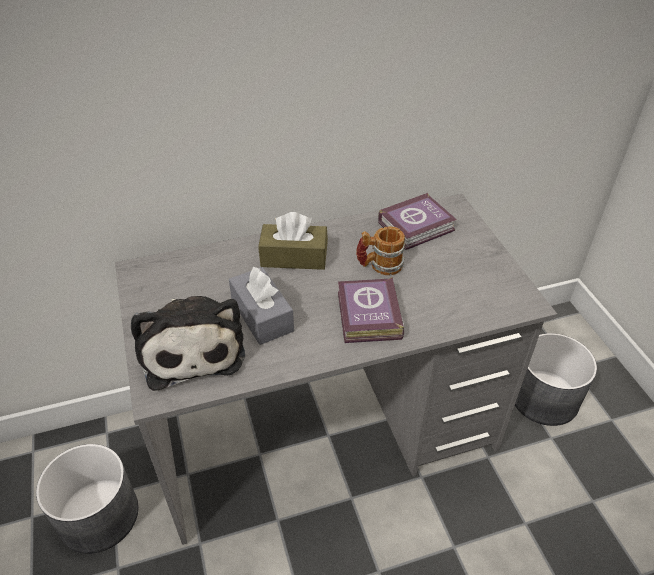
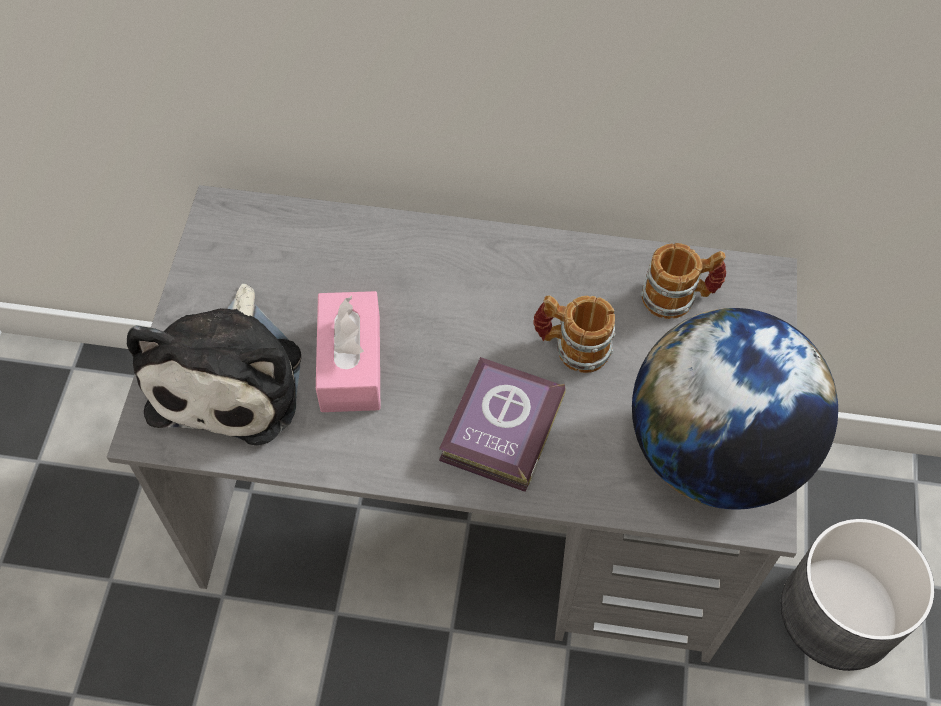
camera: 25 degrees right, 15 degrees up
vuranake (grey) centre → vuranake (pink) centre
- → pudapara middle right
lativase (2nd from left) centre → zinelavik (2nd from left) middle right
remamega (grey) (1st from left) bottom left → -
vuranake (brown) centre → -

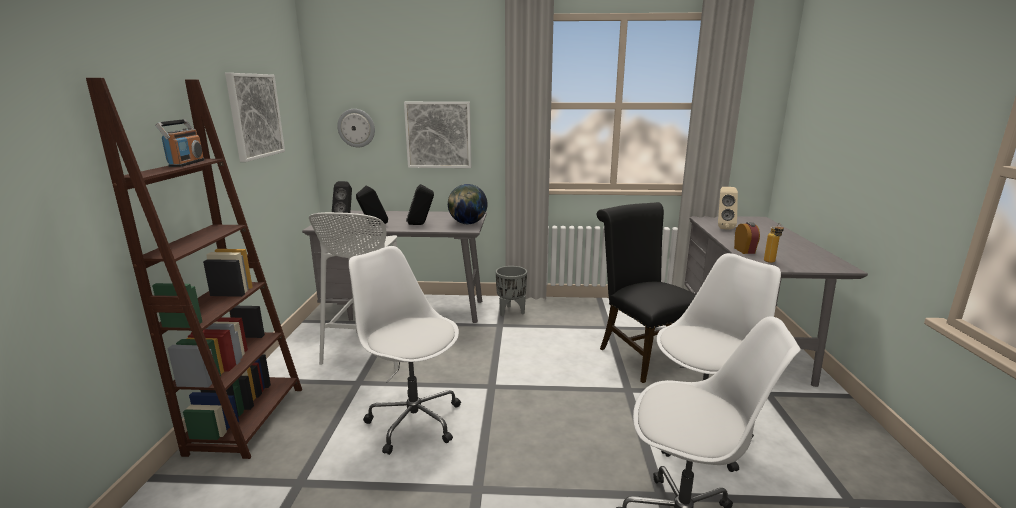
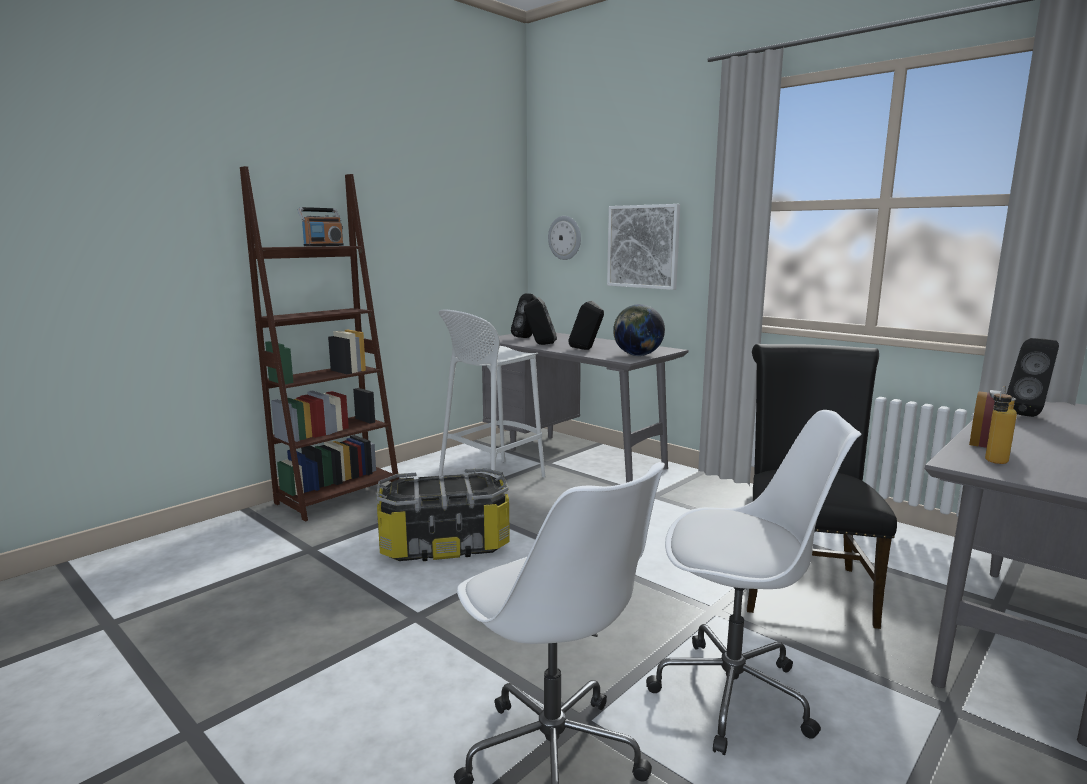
camera: 40 degrees right, 5 degrees down
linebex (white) (1st from left) bottom centre → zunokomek centre
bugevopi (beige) middle right → bugevopi (black) (4th from left) middle right
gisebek (1st from left) top left → -
remamega (grey) centre → -

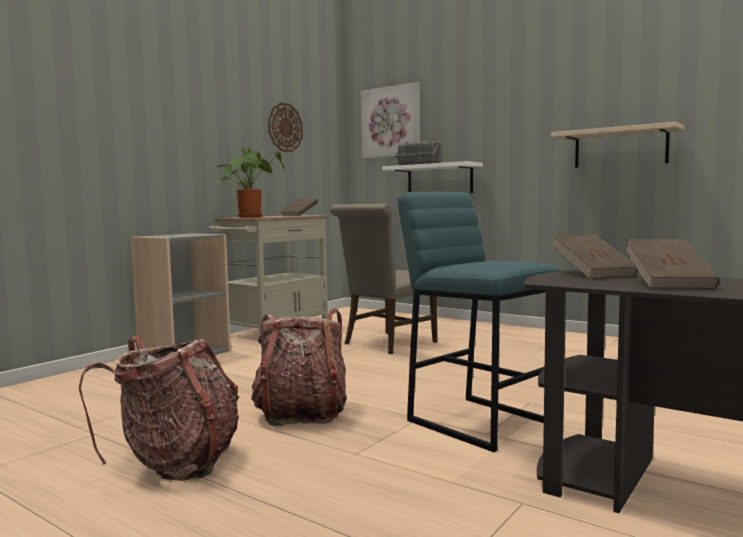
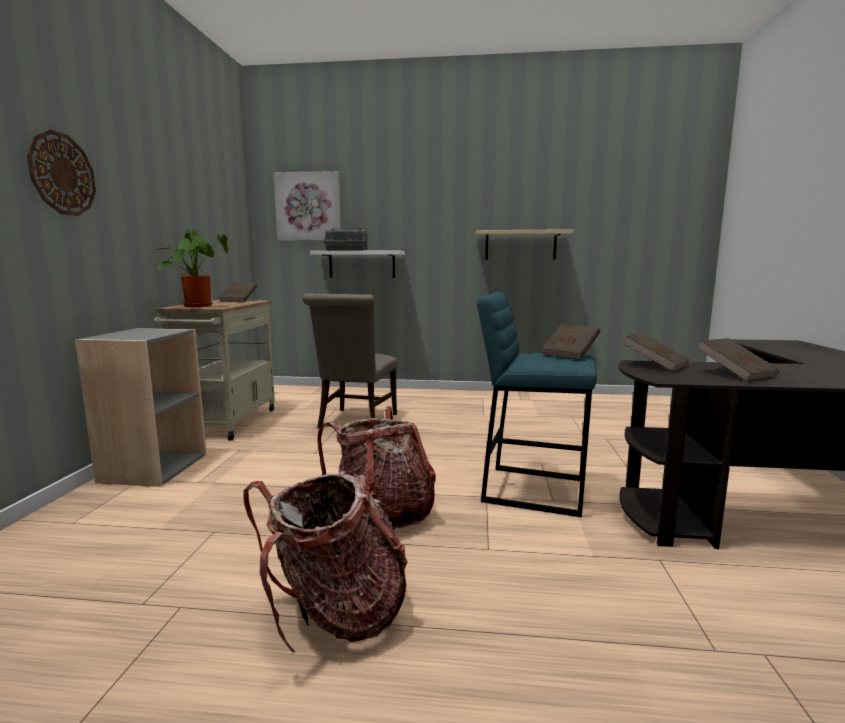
camera: 30 degrees left, 5 degrees up
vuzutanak top centre → vuzutanak top left, move
- → lativase (brown) (2nd from left) middle right

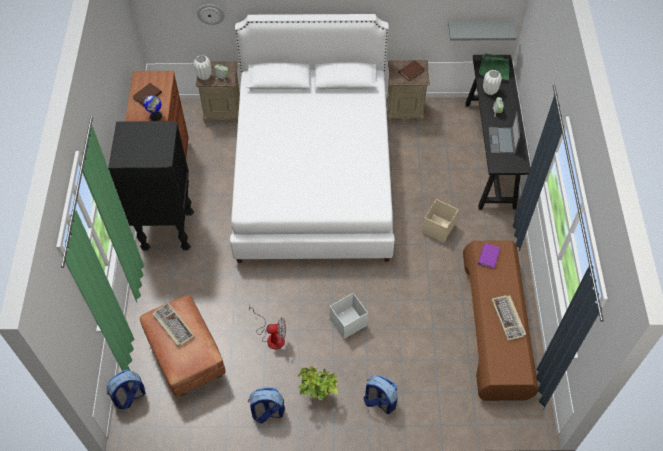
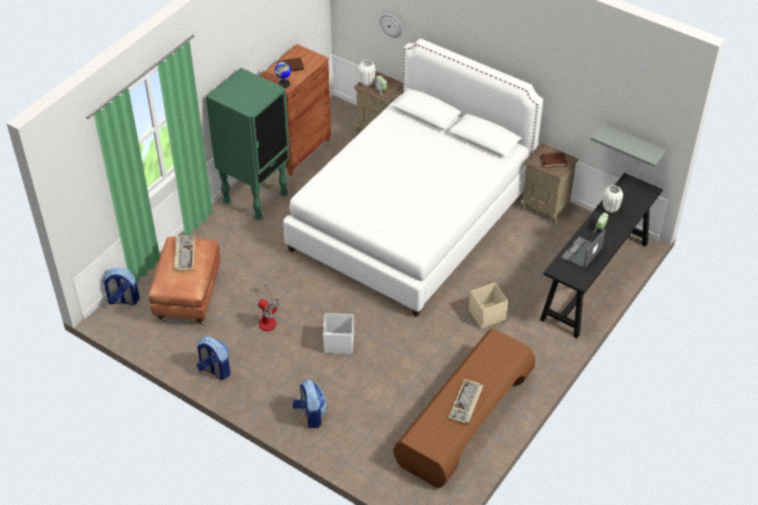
camera: 35 degrees right, 10 degrees down
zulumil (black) middle left → zulumil (green) top left
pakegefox bottom centre → -
lativase (purple) middle right → -
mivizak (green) top right → -

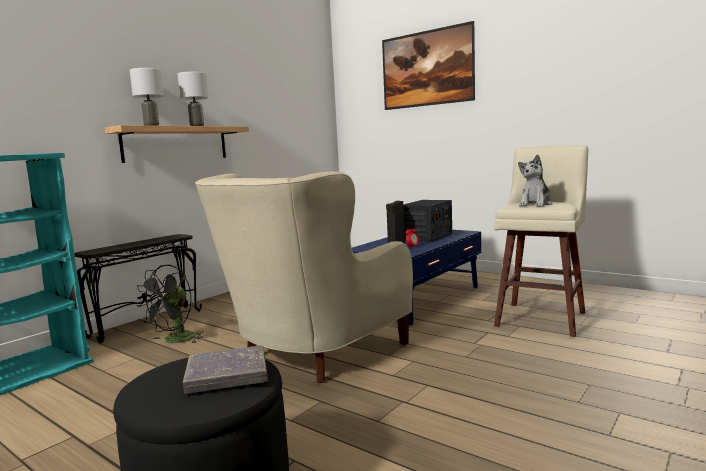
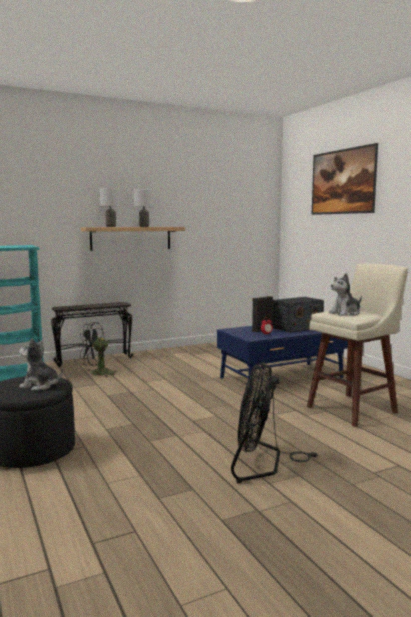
camera: 25 degrees right, 0 degrees up
lativase (grey) bottom left → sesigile (1st from left) middle left
- → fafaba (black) (2nd from left) bottom right
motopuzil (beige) centre → -

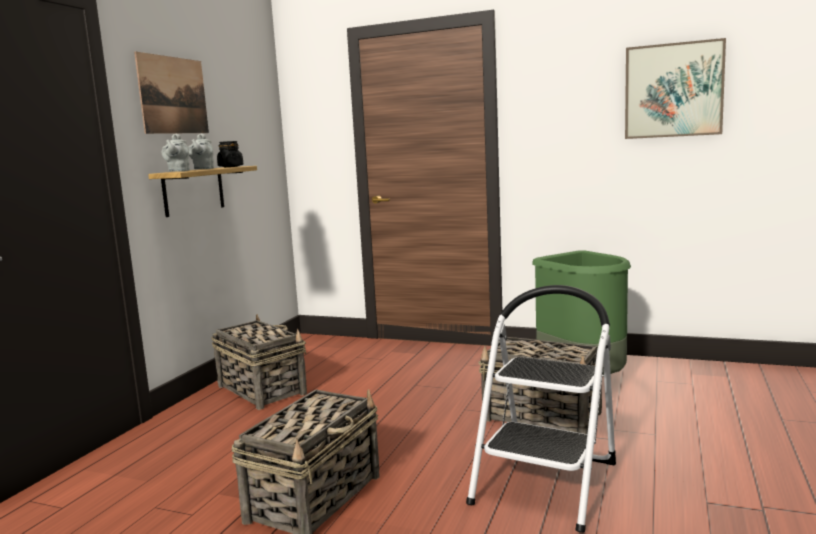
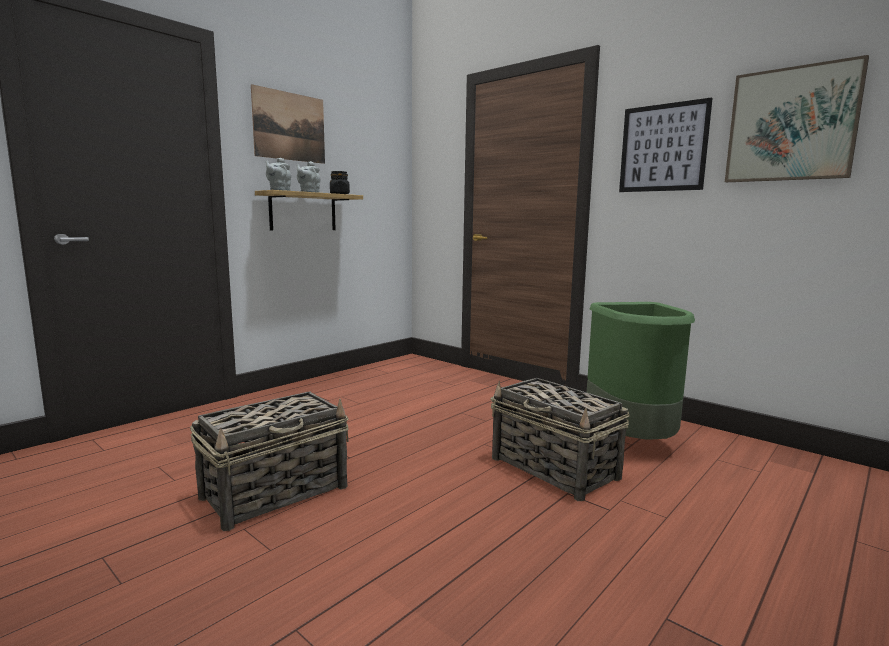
camera: 20 degrees right, 0 degrees up
- → gisebek (2nd from left) top right
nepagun (1st from left) bottom left → -
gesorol bottom centre → -

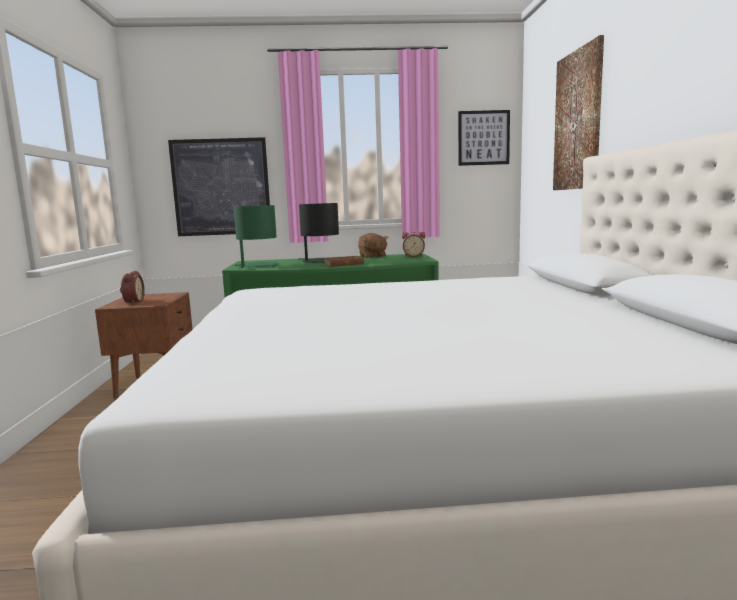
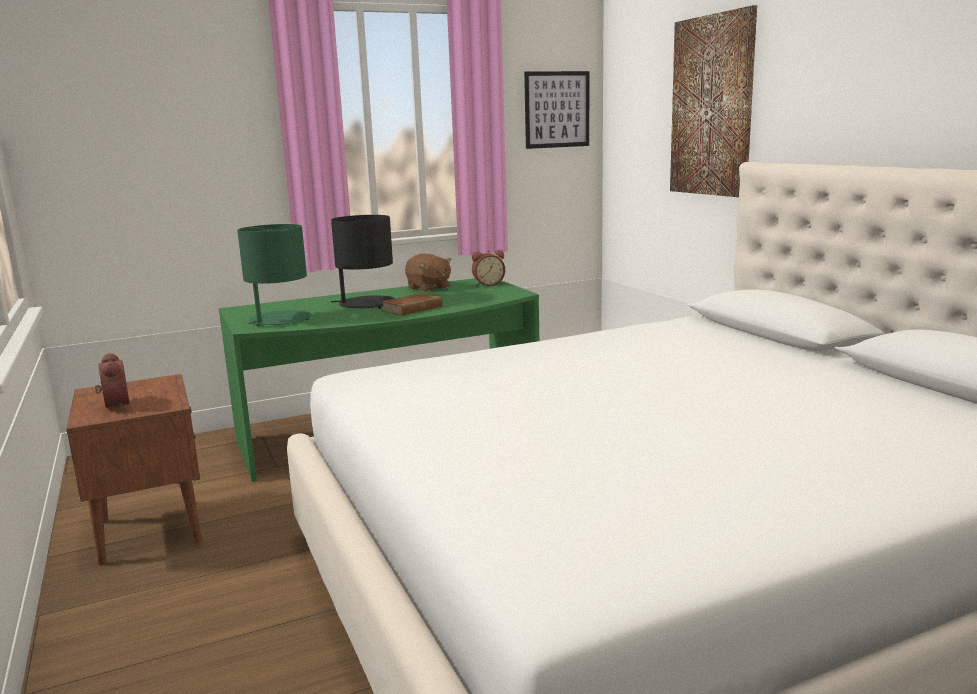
camera: 20 degrees left, 5 degrees up
gisebek (1st from left) top left → -

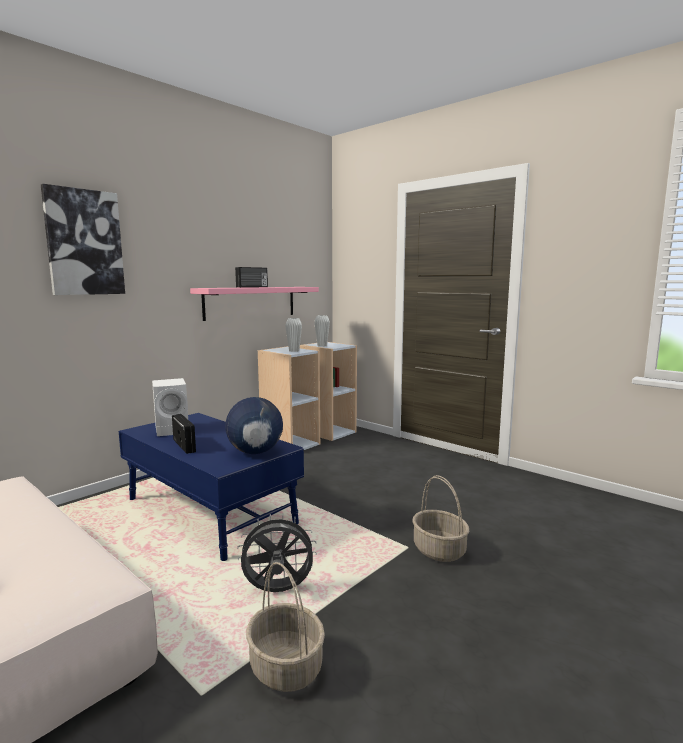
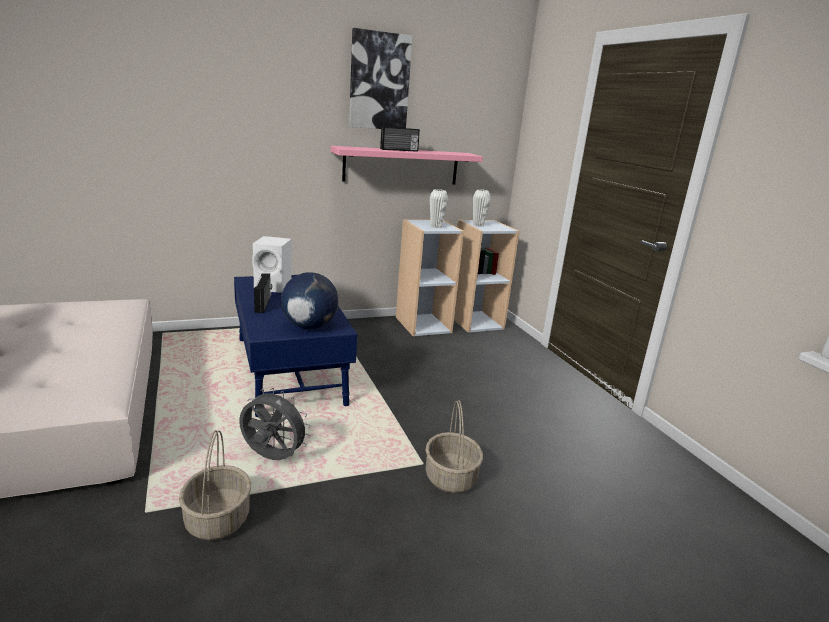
camera: 25 degrees right, 10 degrees up
gisebek top left → gisebek top centre, move

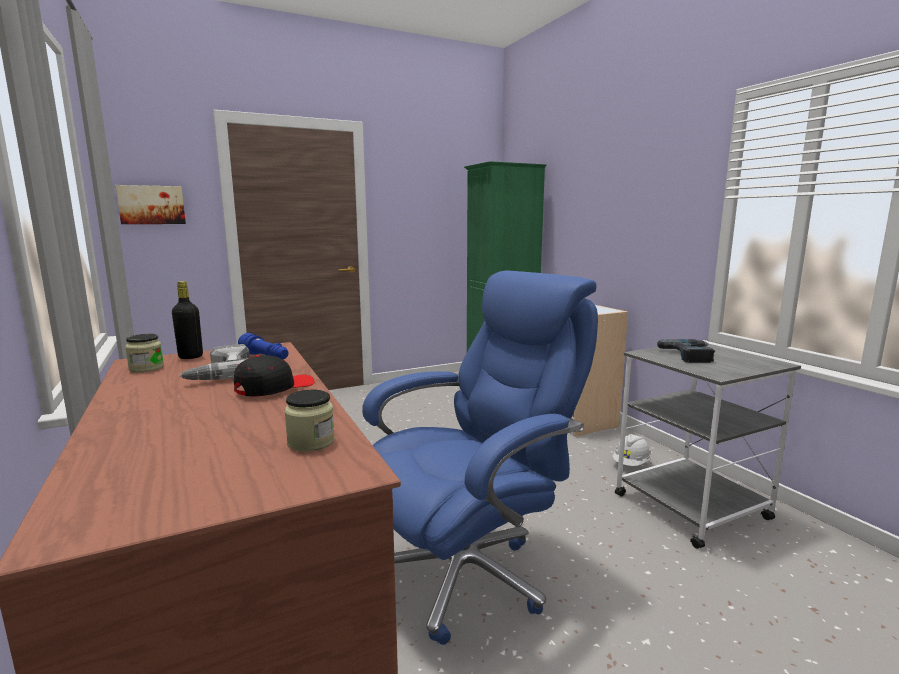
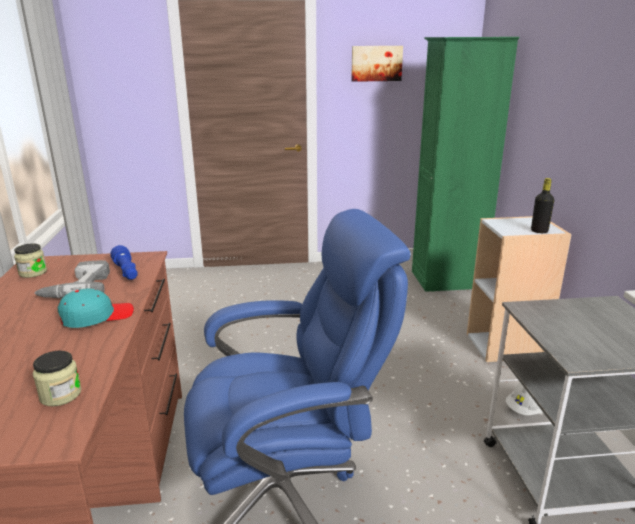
camera: 20 degrees right, 10 degrees up
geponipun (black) middle left → geponipun (turquoise) middle left
gisebek top left → gisebek top centre, move
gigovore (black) middle left → gigovore (black) middle right, move
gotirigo (2nd from left) middle right → -

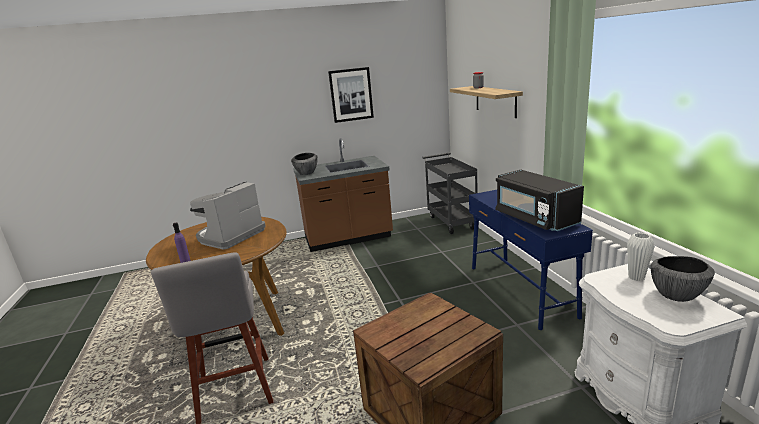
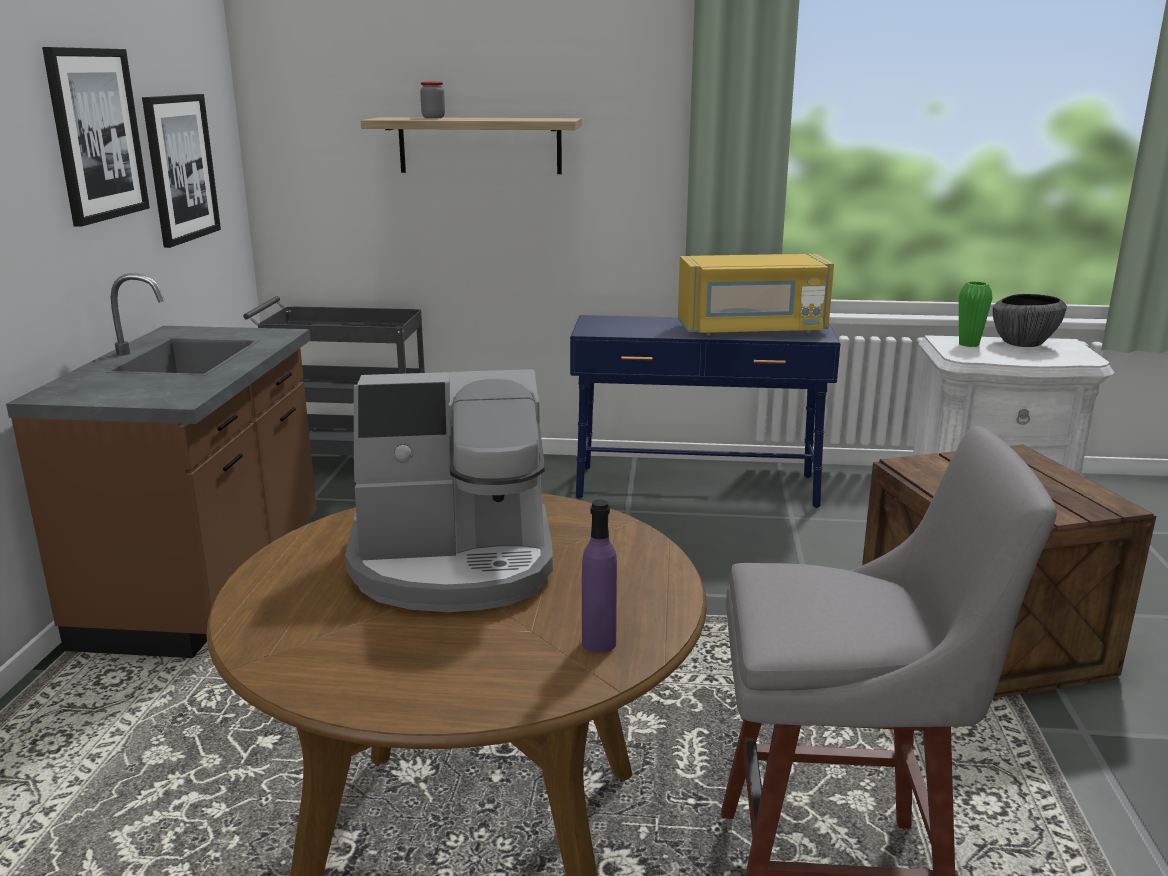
camera: 70 degrees left, 0 degrees up
- → gisebek (2nd from left) top left
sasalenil middle left → sasalenil centre, 60 degrees counterclockwise
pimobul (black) middle right → pimobul (yellow) centre
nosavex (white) middle right → nosavex (green) middle right
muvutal (1st from left) centre → -

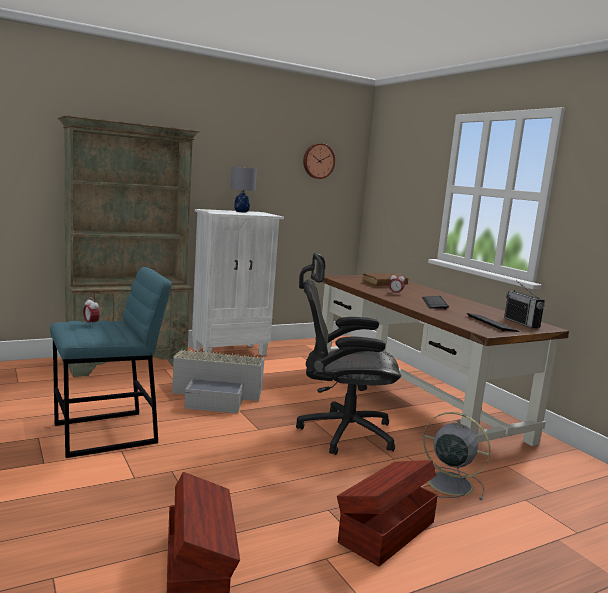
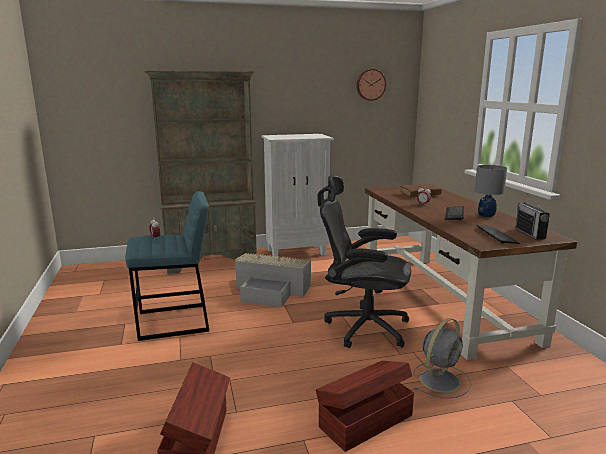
camera: 15 degrees right, 5 degrees up
fafaba (grey) bottom right, 90 degrees clockwise
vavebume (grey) top centre → vavebume (grey) middle right, move

